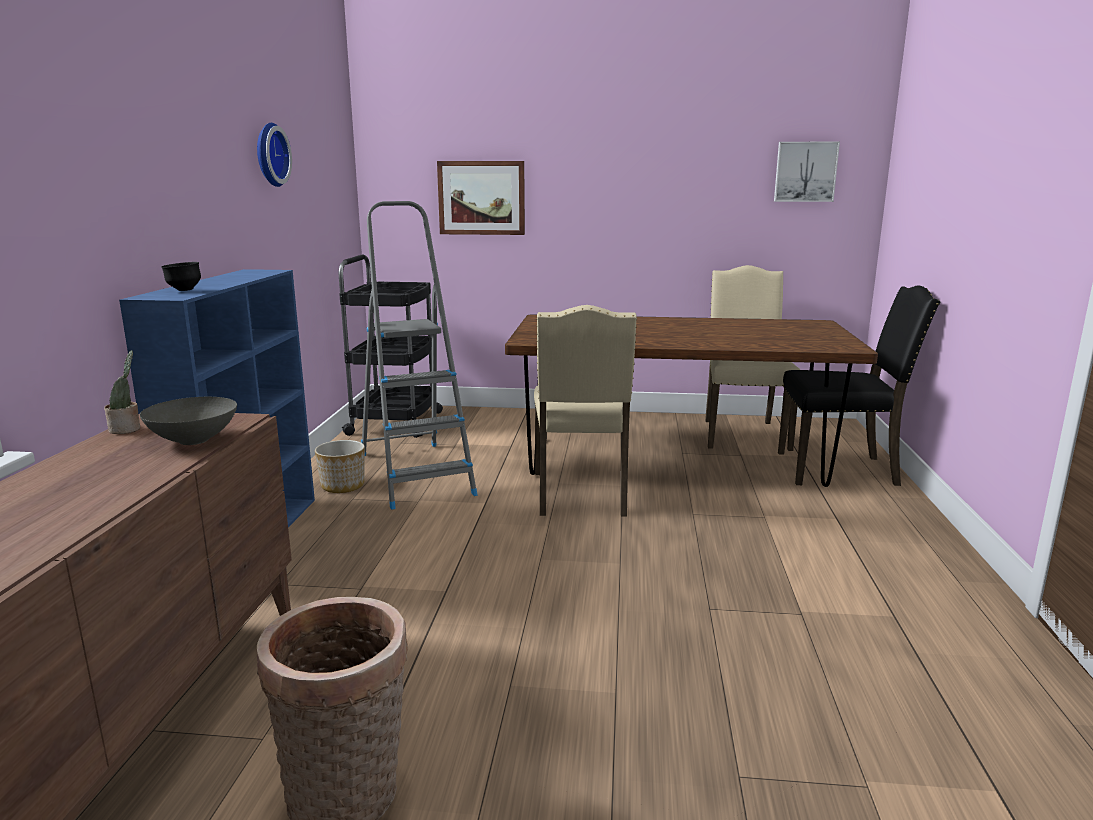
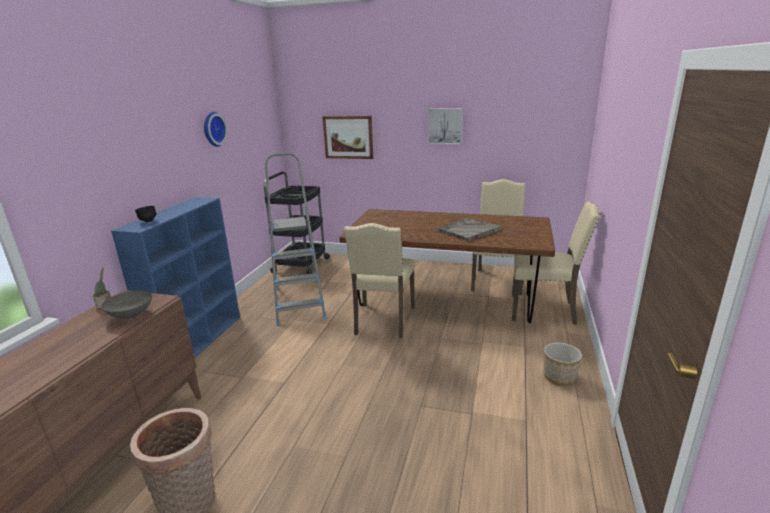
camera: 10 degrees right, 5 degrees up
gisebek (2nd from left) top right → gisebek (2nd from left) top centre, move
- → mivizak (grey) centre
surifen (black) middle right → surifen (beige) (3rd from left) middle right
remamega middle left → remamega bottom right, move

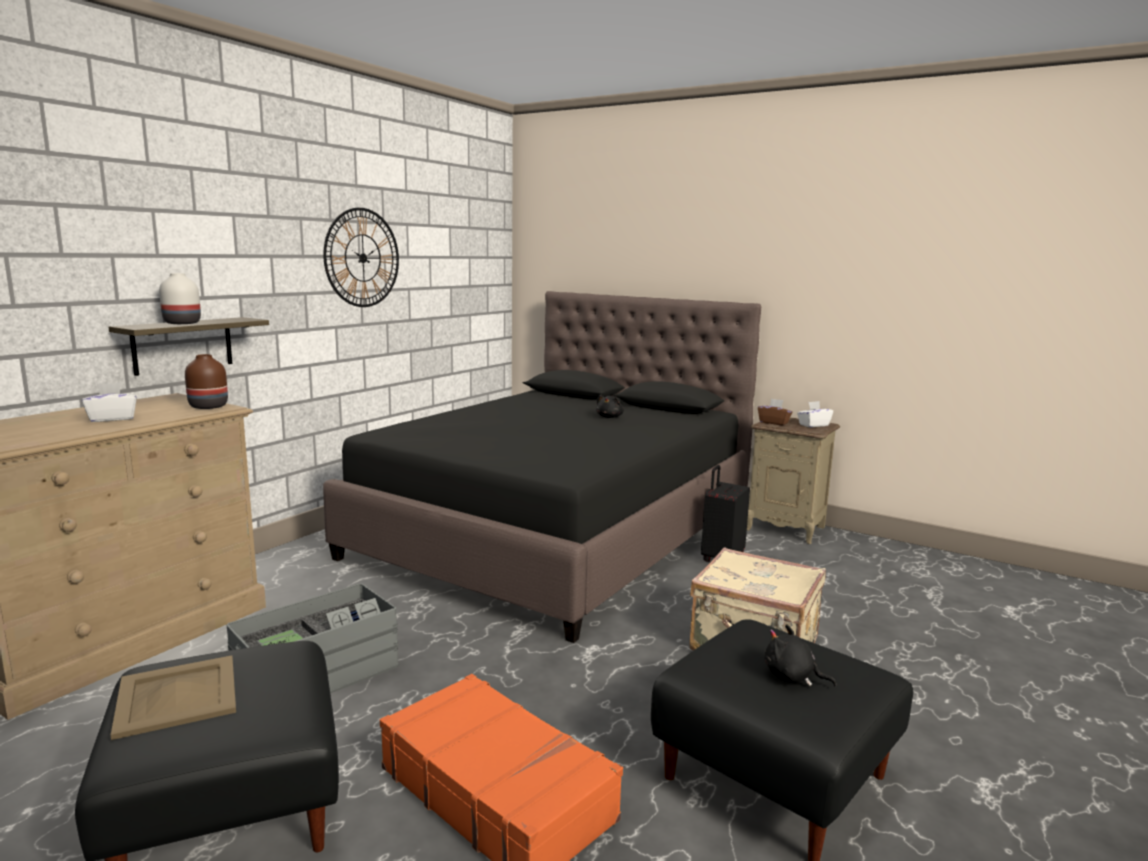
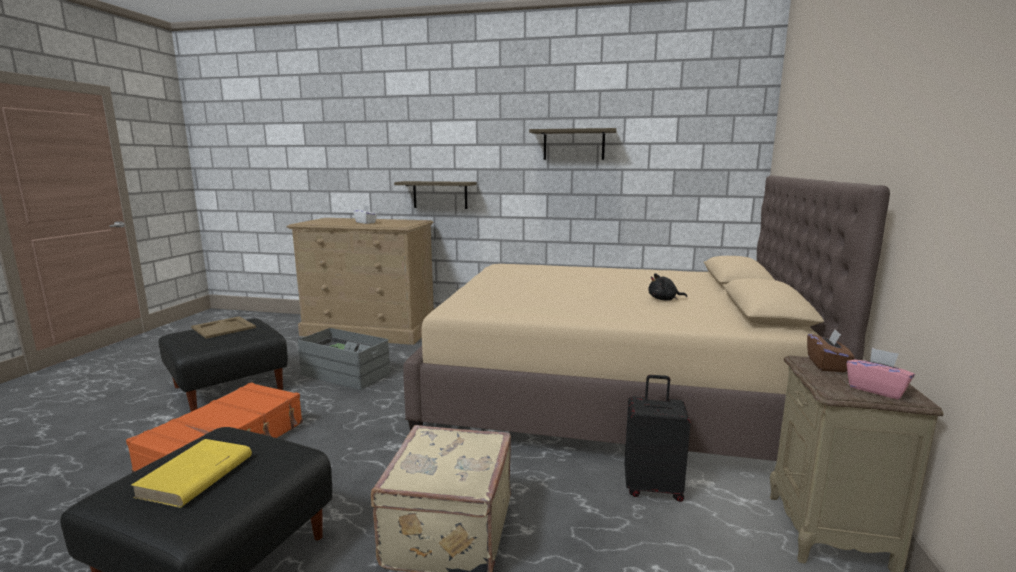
camera: 70 degrees right, 0 degrees up
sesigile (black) (2nd from left) bottom right → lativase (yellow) bottom left
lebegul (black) centre → lebegul (beige) centre
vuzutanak top left → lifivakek (2nd from left) top centre
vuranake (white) (2nd from left) middle right → vuranake (pink) middle right
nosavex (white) middle left → -
nosavex (brown) middle left → -

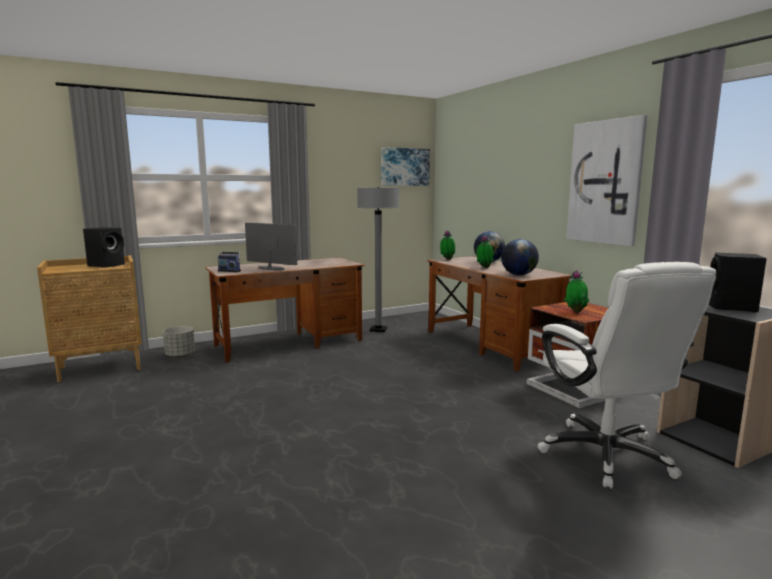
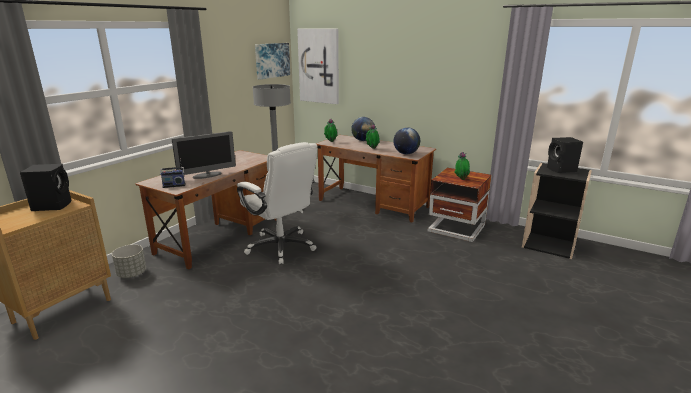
camera: 30 degrees left, 10 degrees up
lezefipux centre → lezefipux middle left, 150 degrees clockwise
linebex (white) middle right → linebex (white) centre, move
gisebek (2nd from left) top right → gisebek (2nd from left) top centre, move

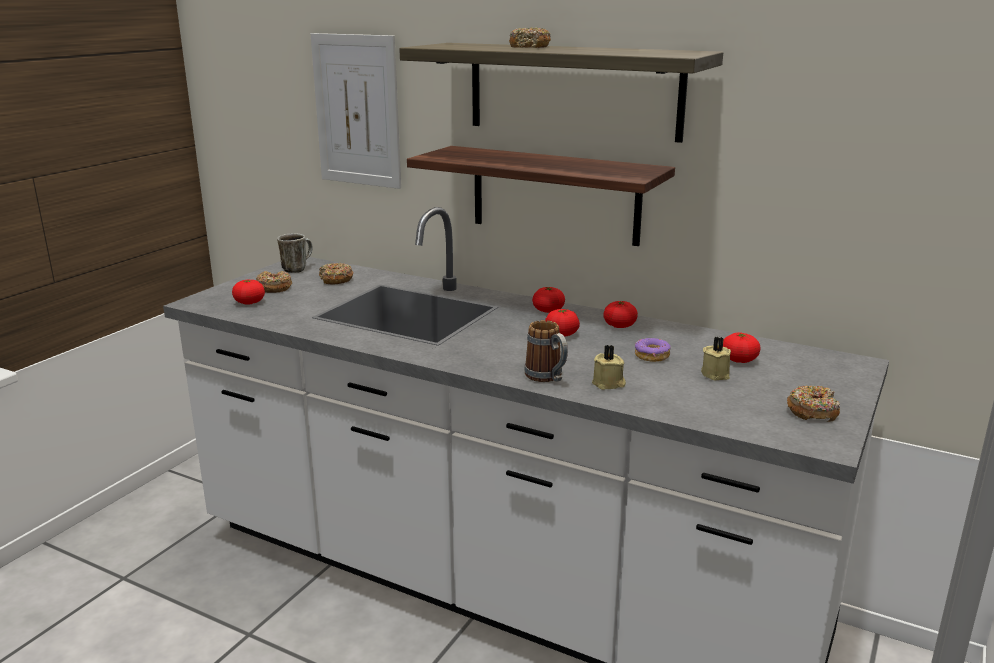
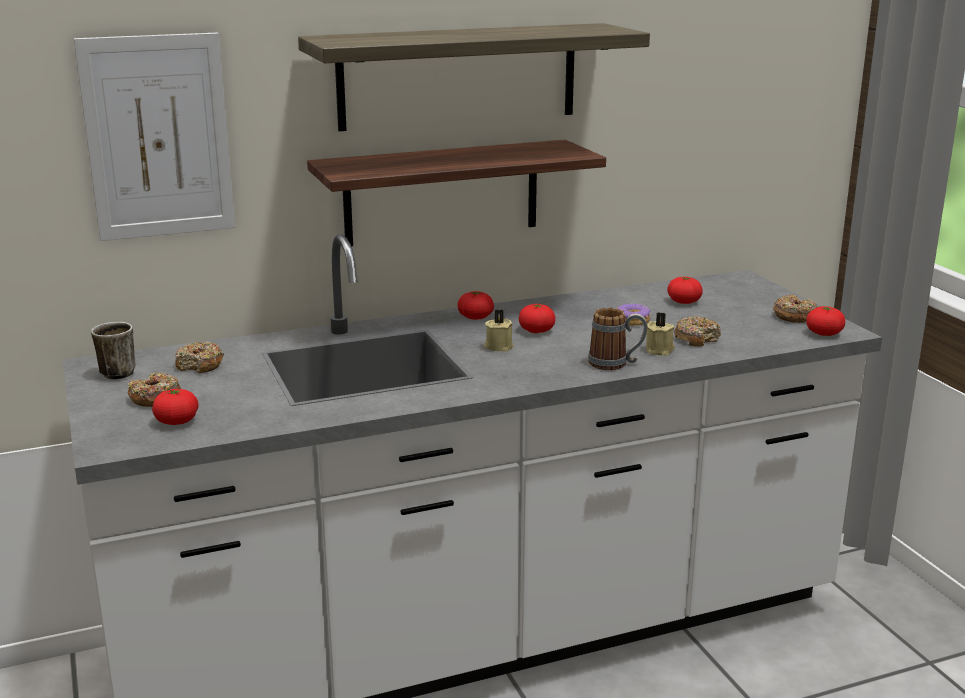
camera: 50 degrees left, 0 degrees up
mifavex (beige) (2nd from left in the first image) middle right → mifavex (beige) (1st from left) centre, move
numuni (3rd from left in the first image) top centre → numuni (4th from left) middle right, move
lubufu (4th from left in the first image) centre → lubufu (5th from left) middle right, move

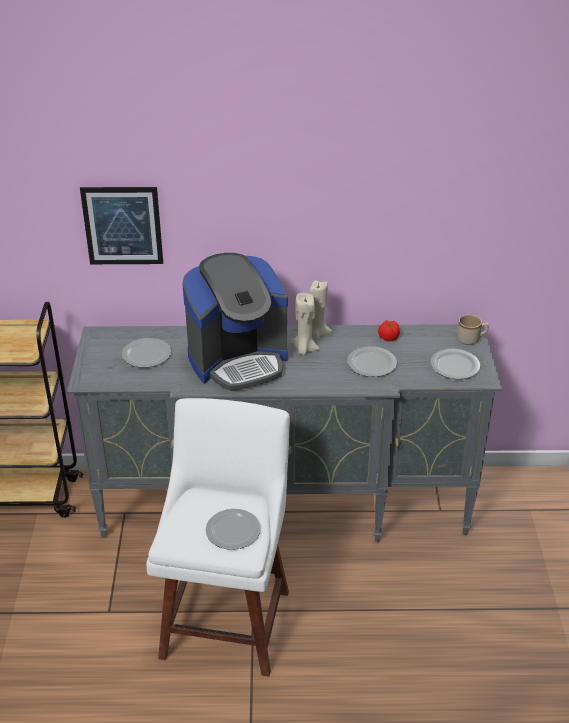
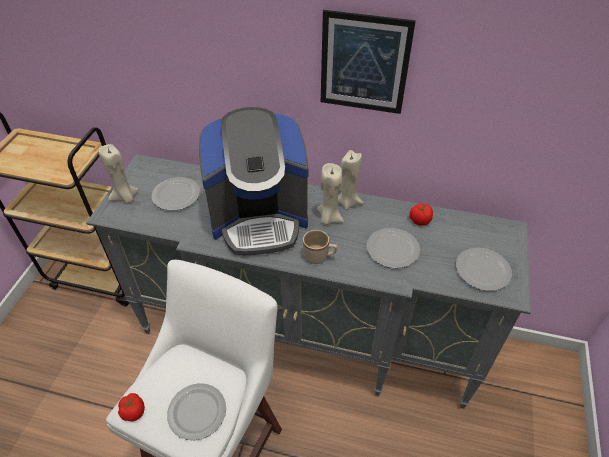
camera: 15 degrees right, 10 degrees up
- → mifavex (beige) (1st from left) middle left
- → lubufu (1st from left) bottom left
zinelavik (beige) middle right → zinelavik (beige) centre, move
gisebek top left → gisebek top centre, move

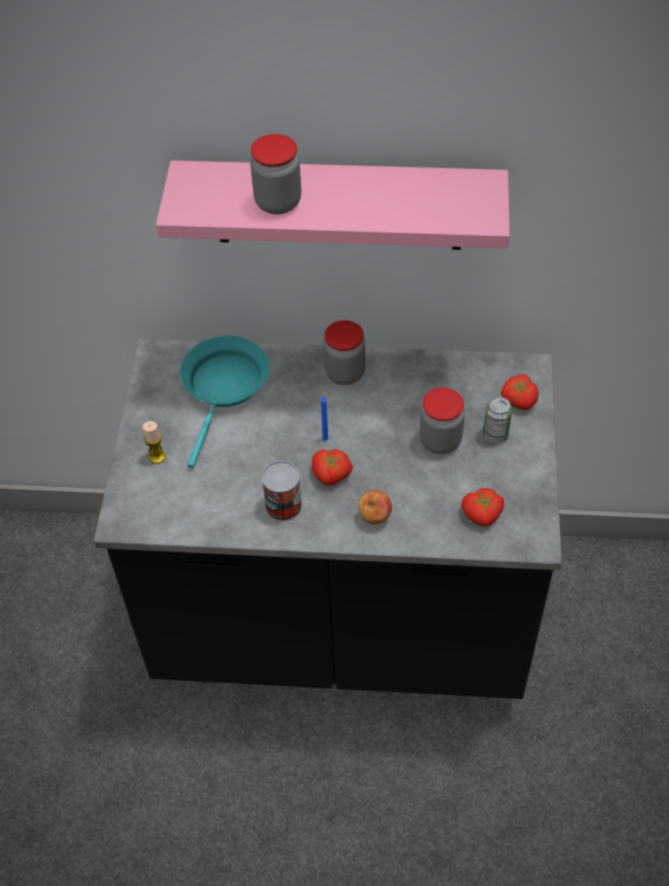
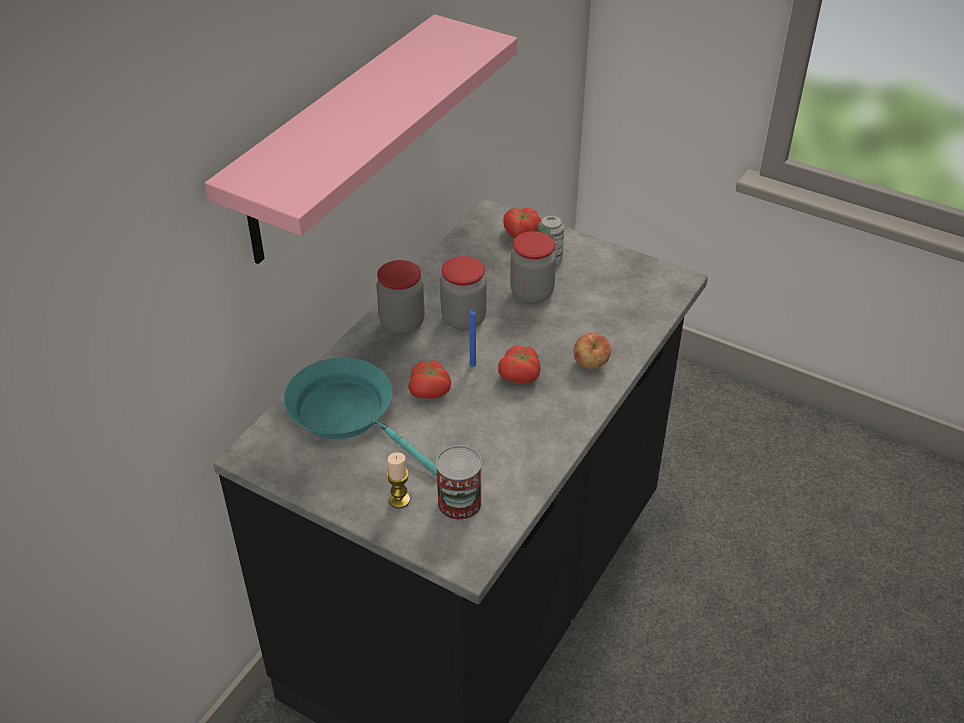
camera: 65 degrees left, 10 degrees down
lubufu (2nd from left in the first image) middle right → lubufu (1st from left) centre, move
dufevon (1st from left) centre → dufevon (1st from left) bottom centre, move
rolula (1st from left in the first image) top centre → rolula (2nd from left) centre, move

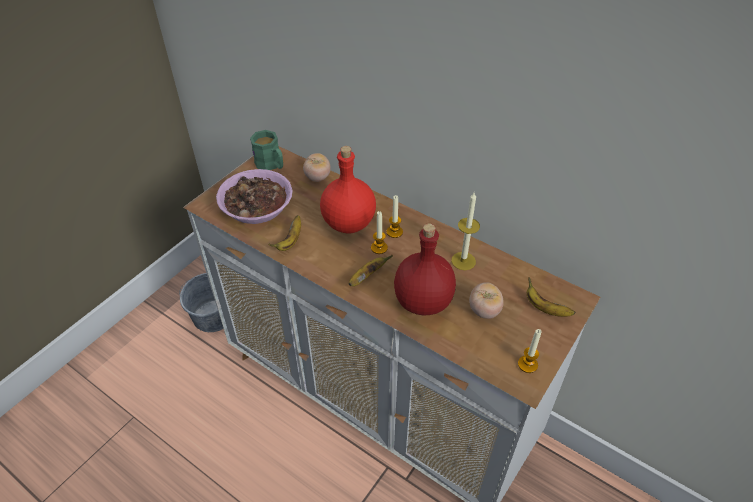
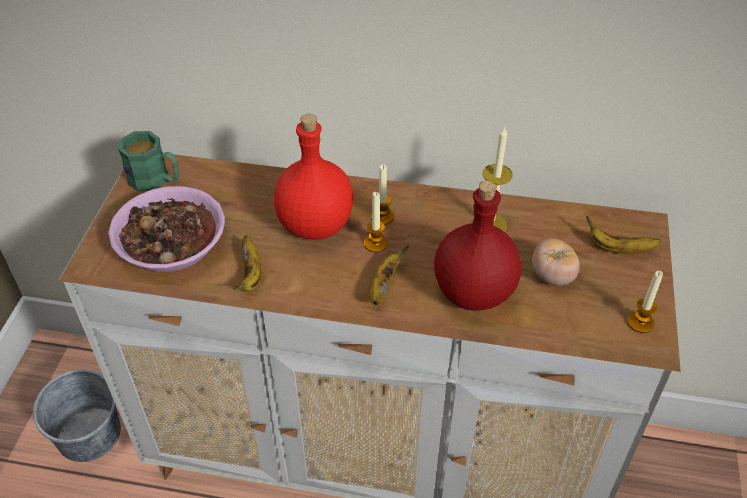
camera: 25 degrees left, 0 degrees up
lubufu (1st from left) top centre → -

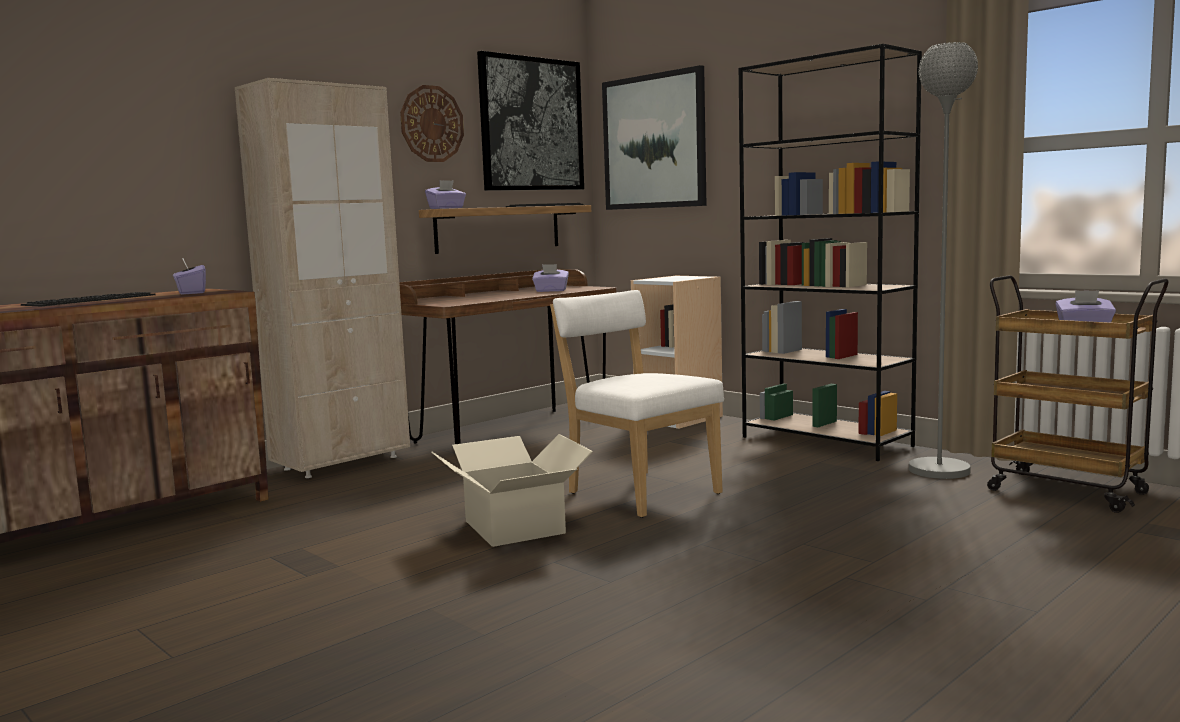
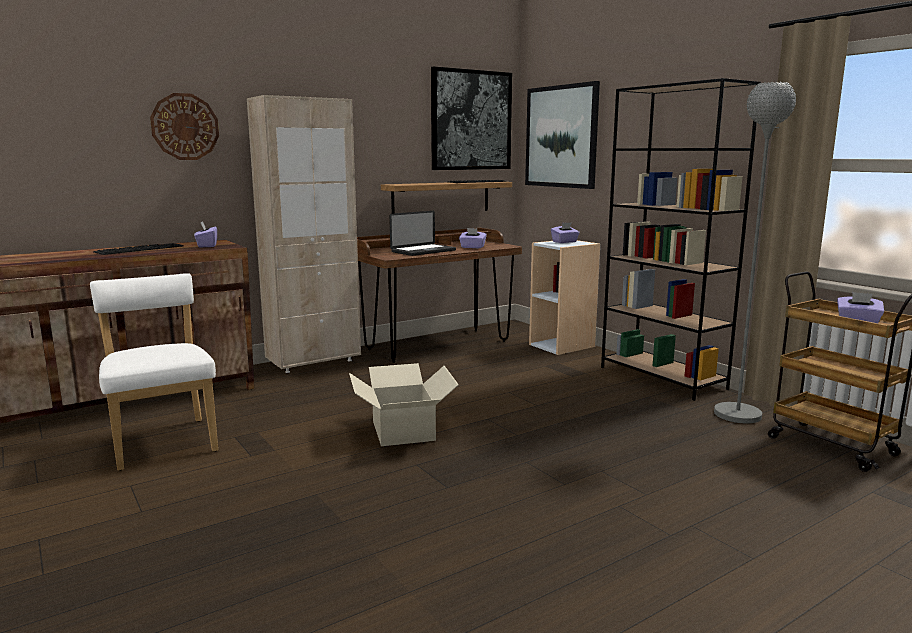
camera: 10 degrees right, 5 degrees up
surifen (white) centre → surifen (white) middle left, move
vuzutanak top centre → vuzutanak top left, move
- → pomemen centre
vuranake (purple) (2nd from left in the first image) top centre → vuranake (purple) (3rd from left) centre, move

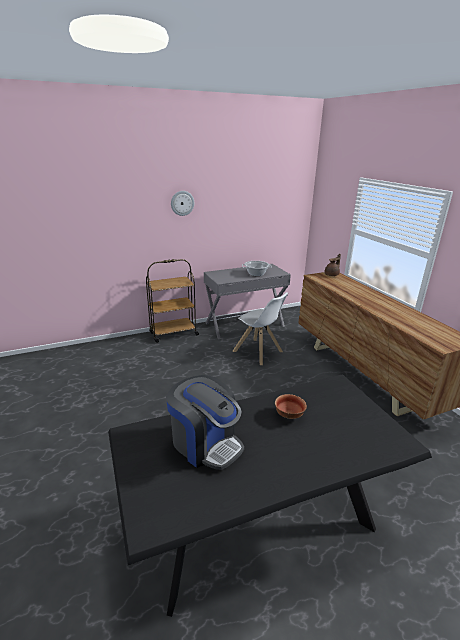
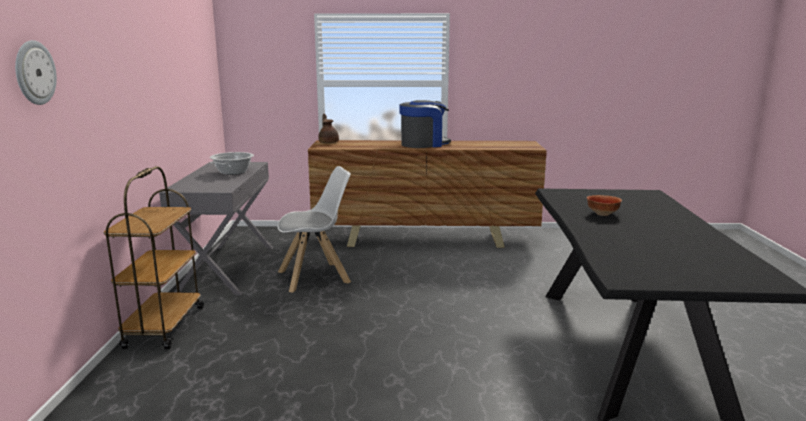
camera: 65 degrees left, 10 degrees down
vuzutanak top centre → vuzutanak top left, move
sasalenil centre → sasalenil top centre, move

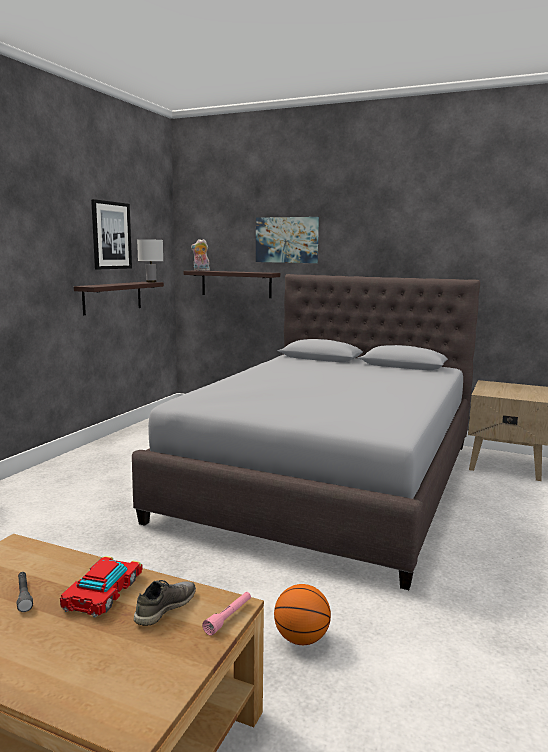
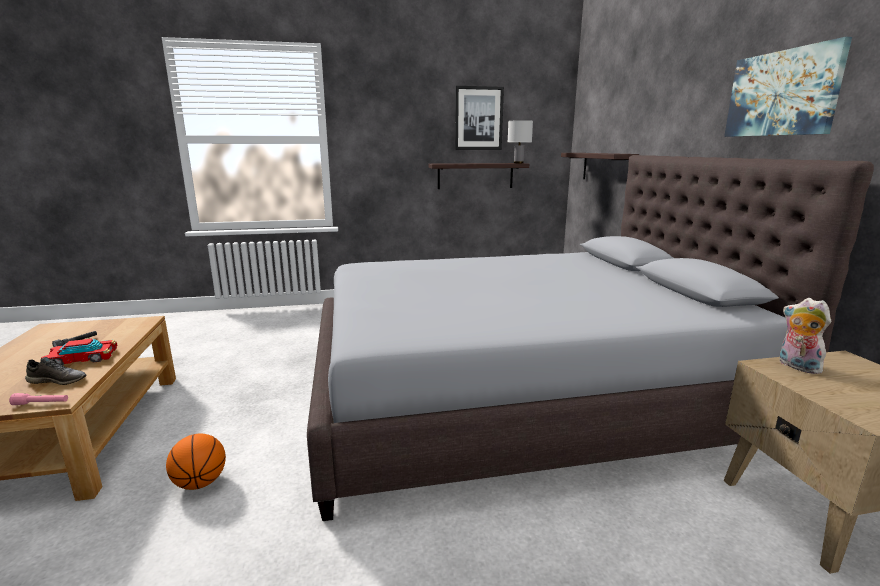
camera: 55 degrees right, 5 degrees up
gisebek (2nd from left) top centre → gisebek (2nd from left) top right, move
sesigile centre → sesigile middle right, move

